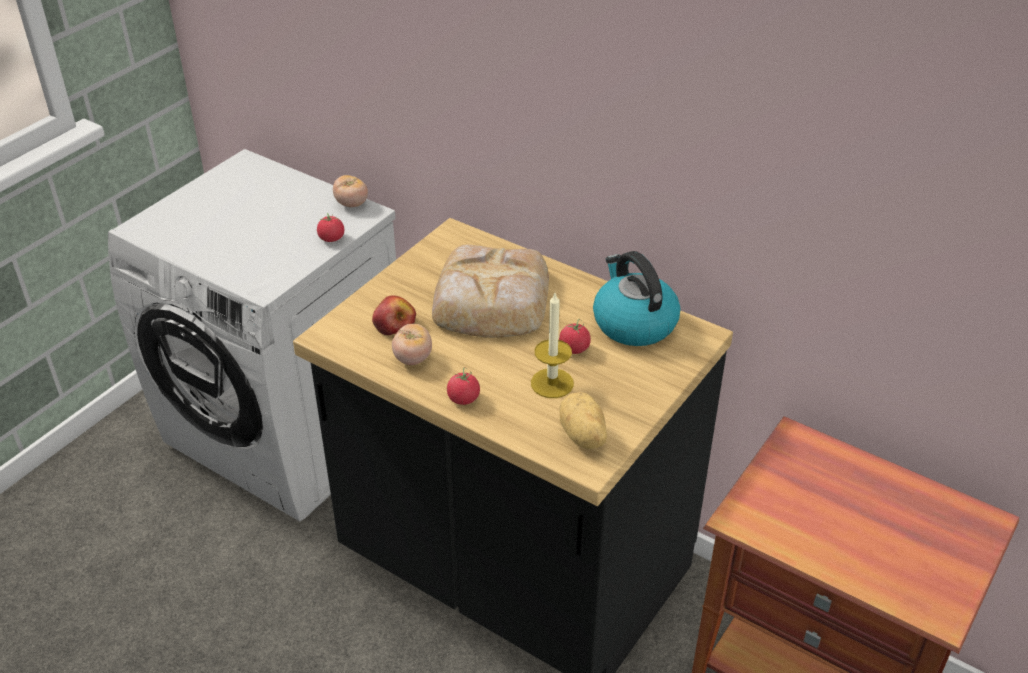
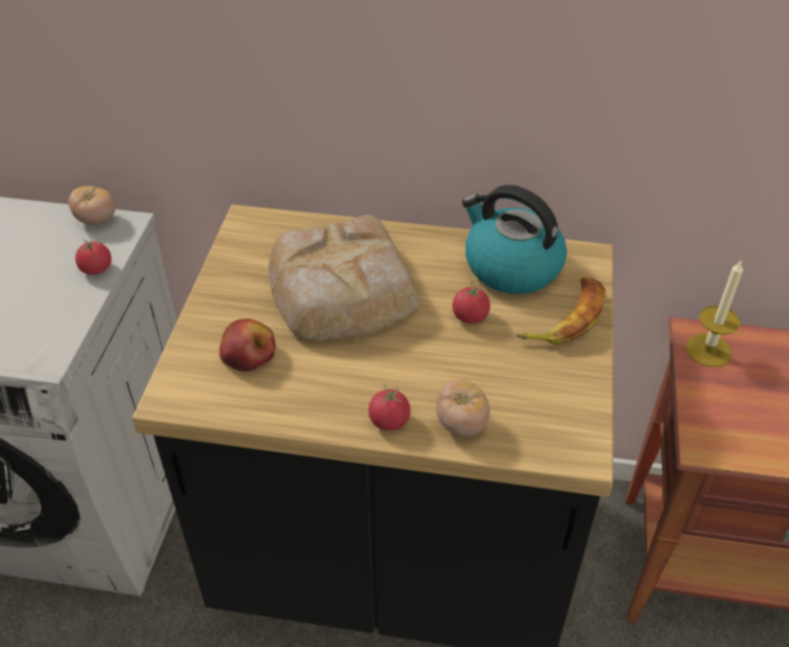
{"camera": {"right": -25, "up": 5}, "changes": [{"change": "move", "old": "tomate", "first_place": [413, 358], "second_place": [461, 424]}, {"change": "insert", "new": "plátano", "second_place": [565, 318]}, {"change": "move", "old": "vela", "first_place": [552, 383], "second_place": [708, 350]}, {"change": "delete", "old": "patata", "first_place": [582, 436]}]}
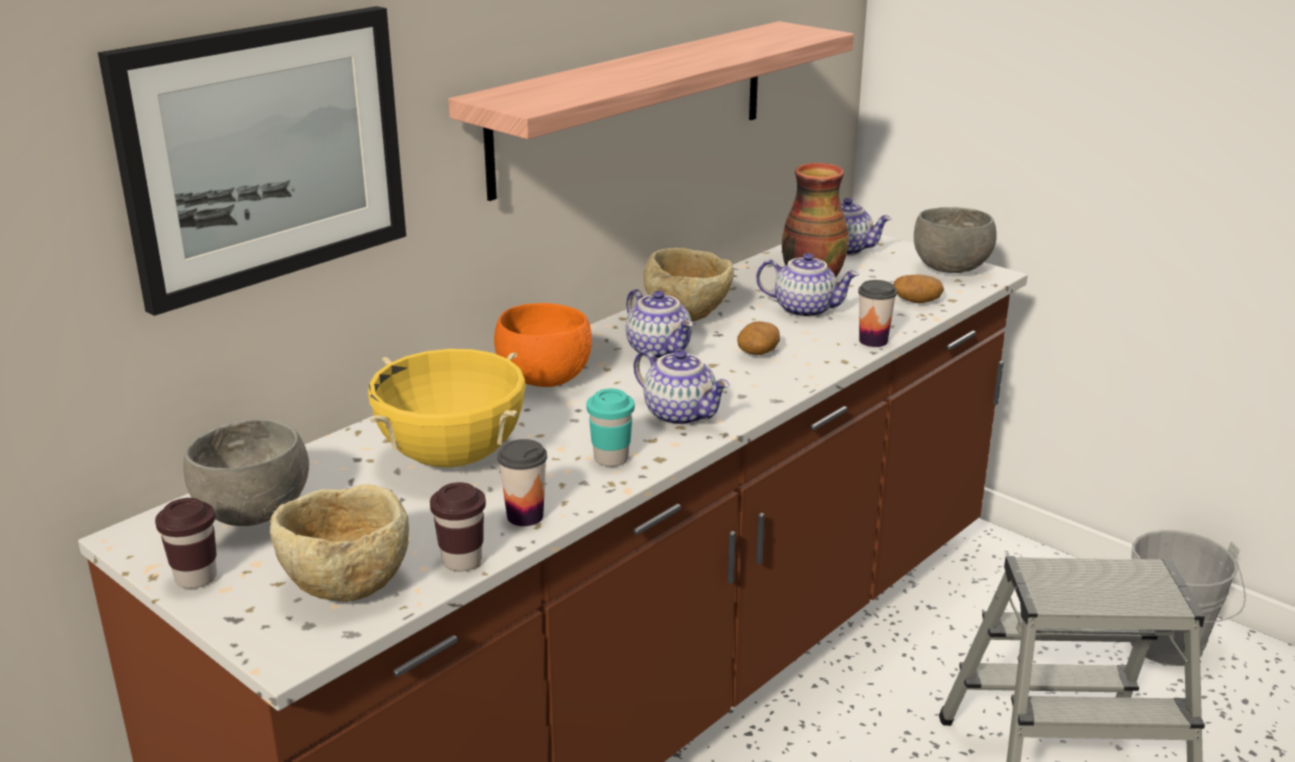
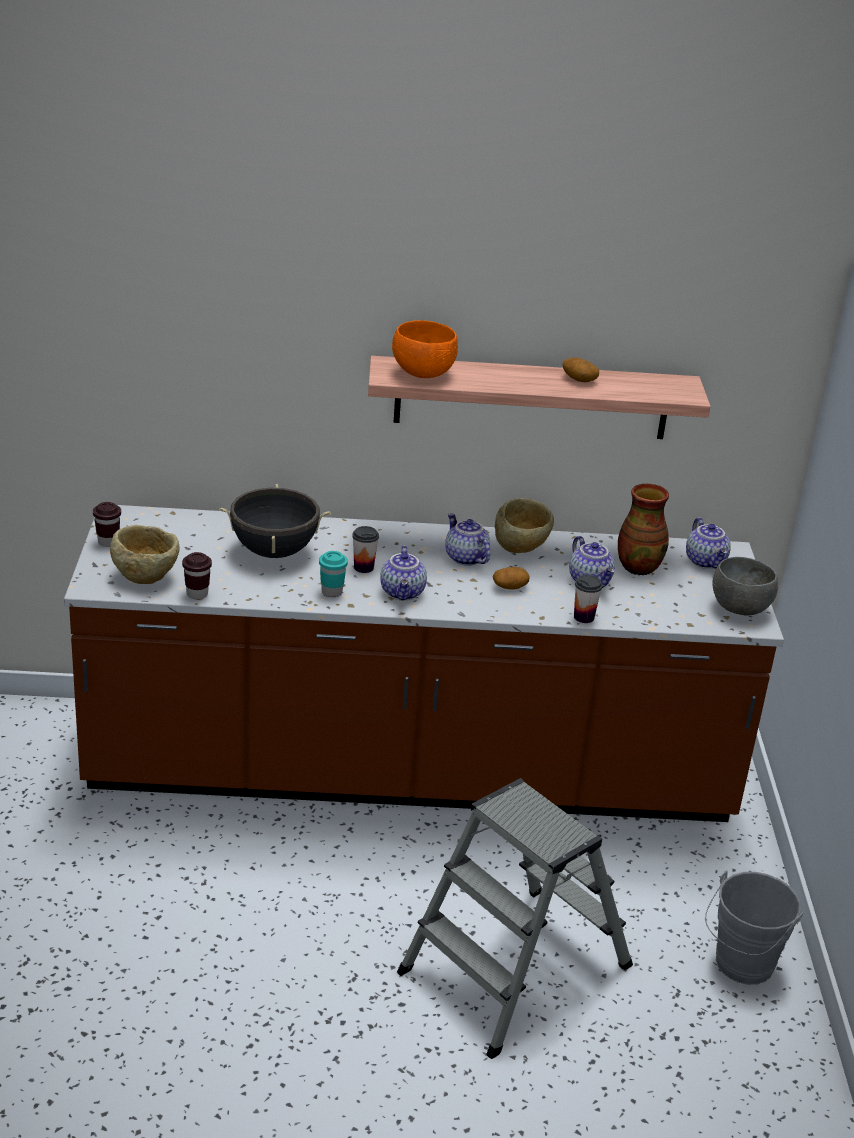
{"camera": {"right": 45, "up": 5}, "changes": [{"change": "recolor", "old": "olla [amarillo]", "new": "olla [negro]", "first_place": [452, 457], "second_place": [273, 552]}, {"change": "move", "old": "taza", "first_place": [525, 516], "second_place": [363, 567]}, {"change": "move", "old": "cuenco [naranja]", "first_place": [545, 380], "second_place": [423, 374]}, {"change": "rotate", "old": "tetera", "first_place": [660, 351], "second_place": [465, 558], "degrees": 135}, {"change": "move", "old": "patata", "first_place": [916, 301], "second_place": [578, 379]}, {"change": "delete", "old": "cuadro", "first_place": [265, 153]}, {"change": "delete", "old": "cuenco [gris]", "first_place": [255, 512]}]}
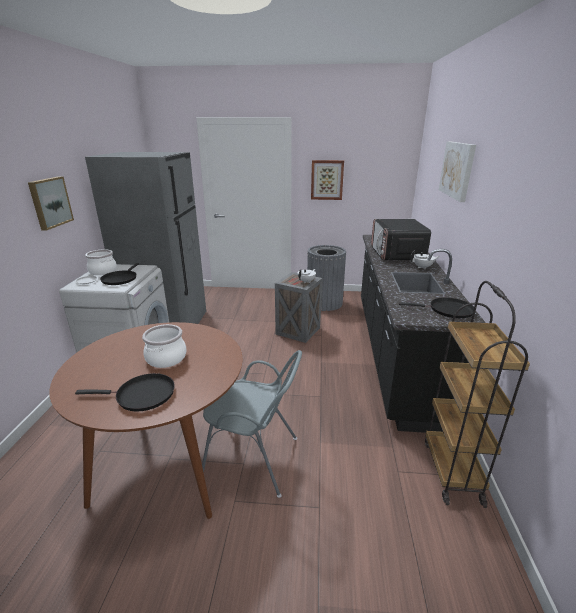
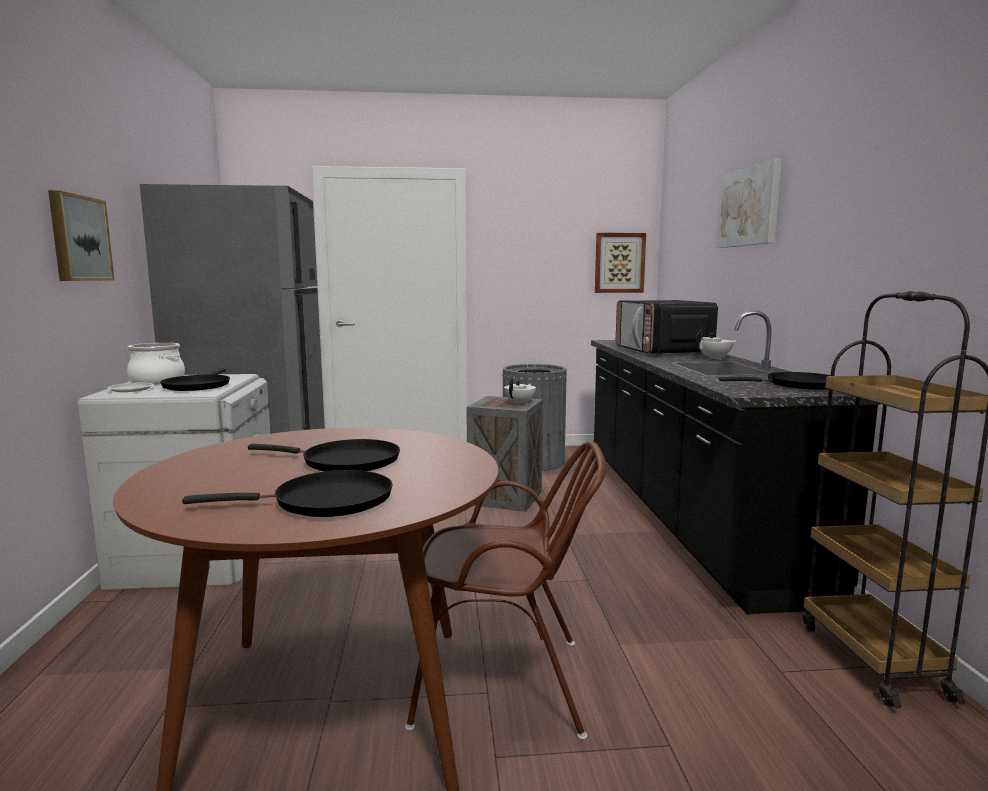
{"camera": {"right": -10, "up": -15}, "changes": [{"change": "replace", "old": "olla", "new": "sartén [negro]", "first_place": [166, 358], "second_place": [345, 462]}, {"change": "recolor", "old": "silla [gris]", "new": "silla [marrón]", "first_place": [255, 458], "second_place": [507, 682]}, {"change": "move", "old": "cuadro", "first_place": [327, 180], "second_place": [619, 263]}]}
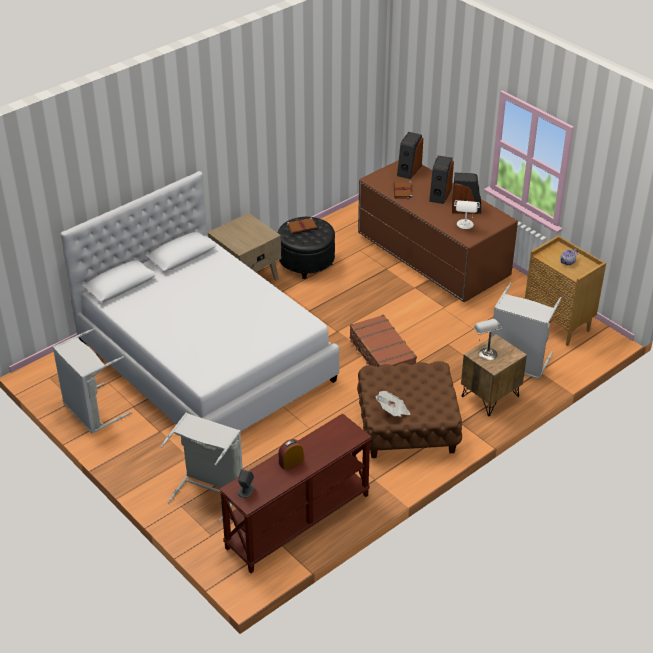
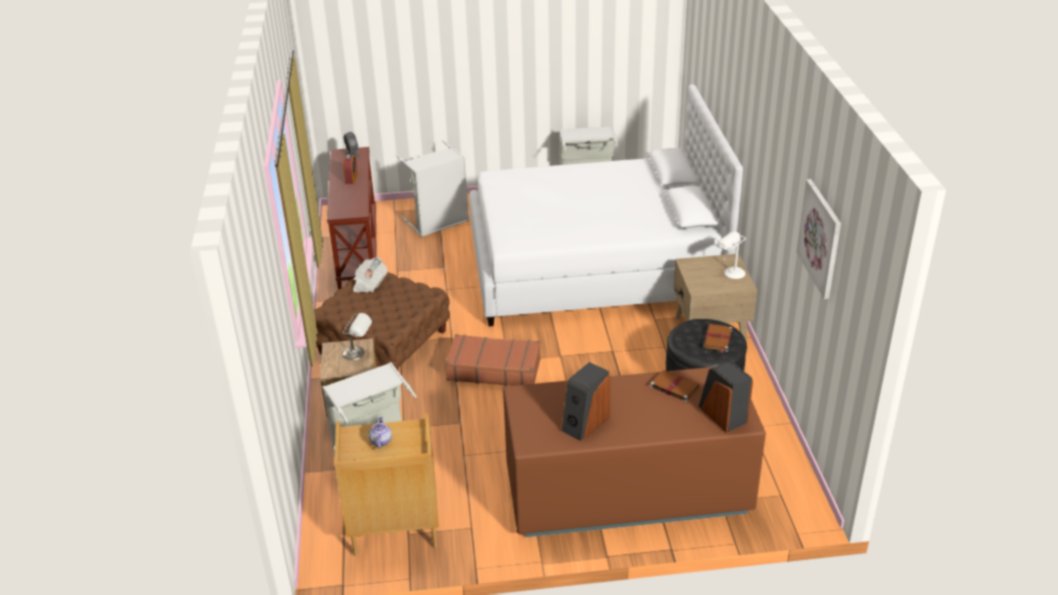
{"camera": {"right": 125, "up": -5}, "changes": [{"change": "move", "old": "lámpara de mesa [blanco]", "first_place": [465, 226], "second_place": [730, 271]}, {"change": "insert", "new": "cuadro", "second_place": [821, 238]}, {"change": "delete", "old": "altavoz", "first_place": [439, 194]}]}
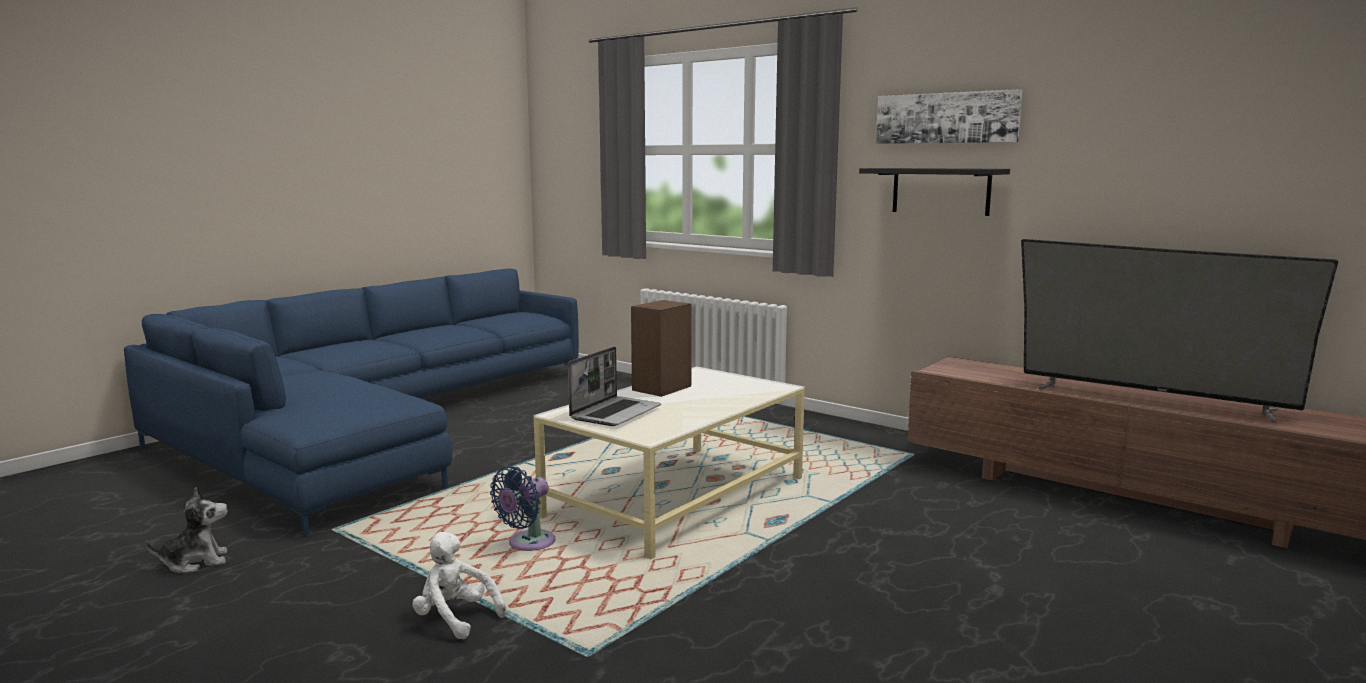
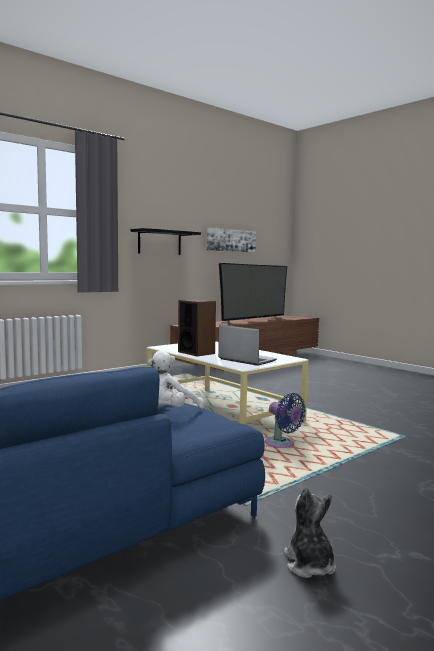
{"camera": {"right": -80, "up": -5}, "changes": [{"change": "move", "old": "peluche [blanco]", "first_place": [455, 618], "second_place": [170, 411]}, {"change": "move", "old": "cuadro", "first_place": [946, 118], "second_place": [231, 240]}]}
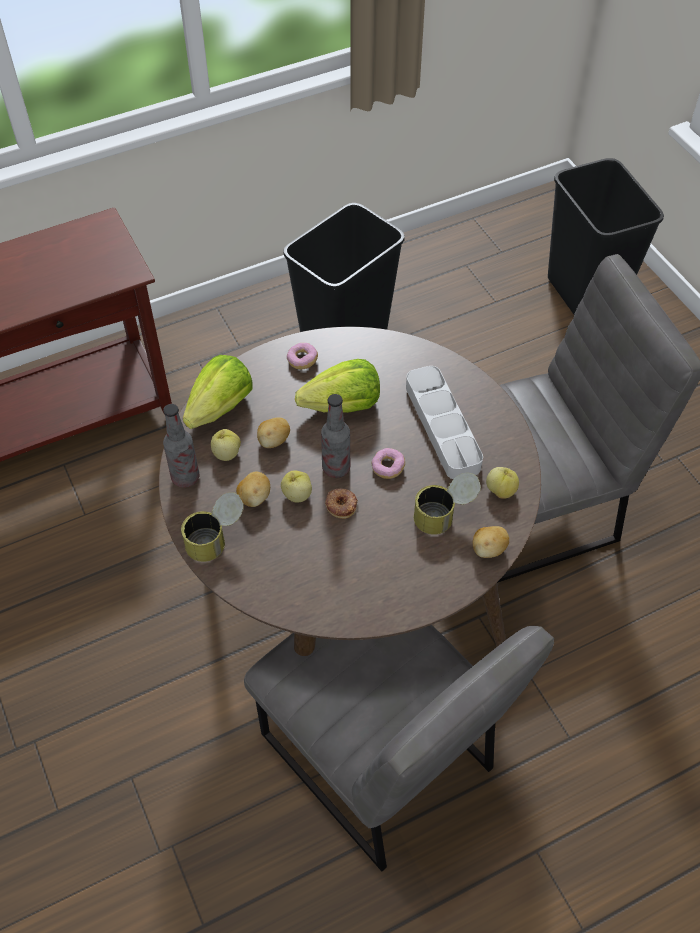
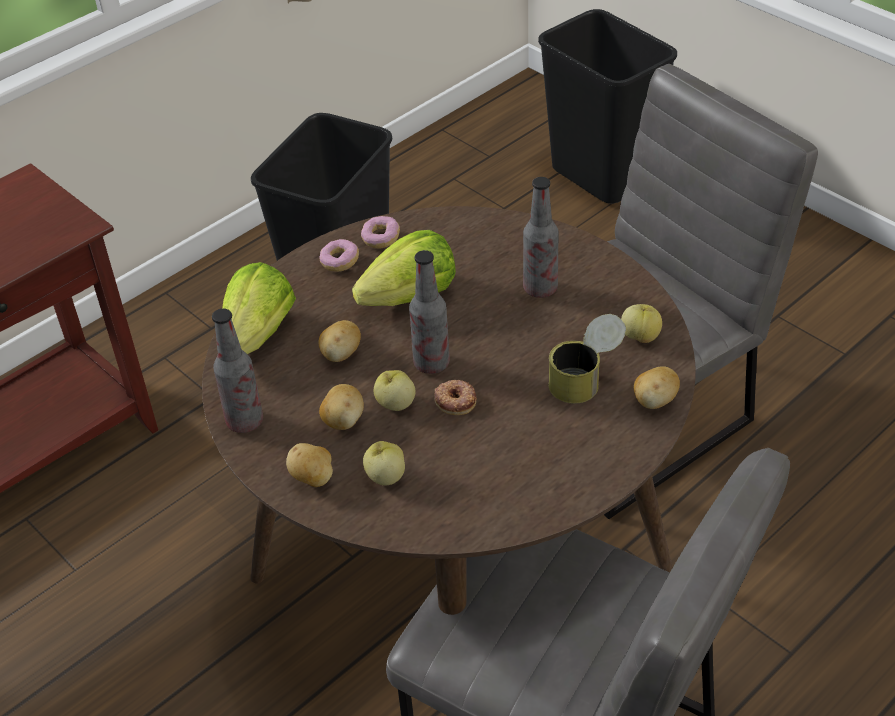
{"camera": {"right": -15, "up": -10}, "changes": [{"change": "replace", "old": "lata", "new": "patata", "first_place": [216, 539], "second_place": [313, 478]}, {"change": "move", "old": "rosquilla", "first_place": [388, 468], "second_place": [381, 239]}, {"change": "move", "old": "manzana", "first_place": [226, 453], "second_place": [385, 476]}, {"change": "replace", "old": "bandeja [gris]", "new": "botella", "first_place": [442, 426], "second_place": [540, 288]}]}
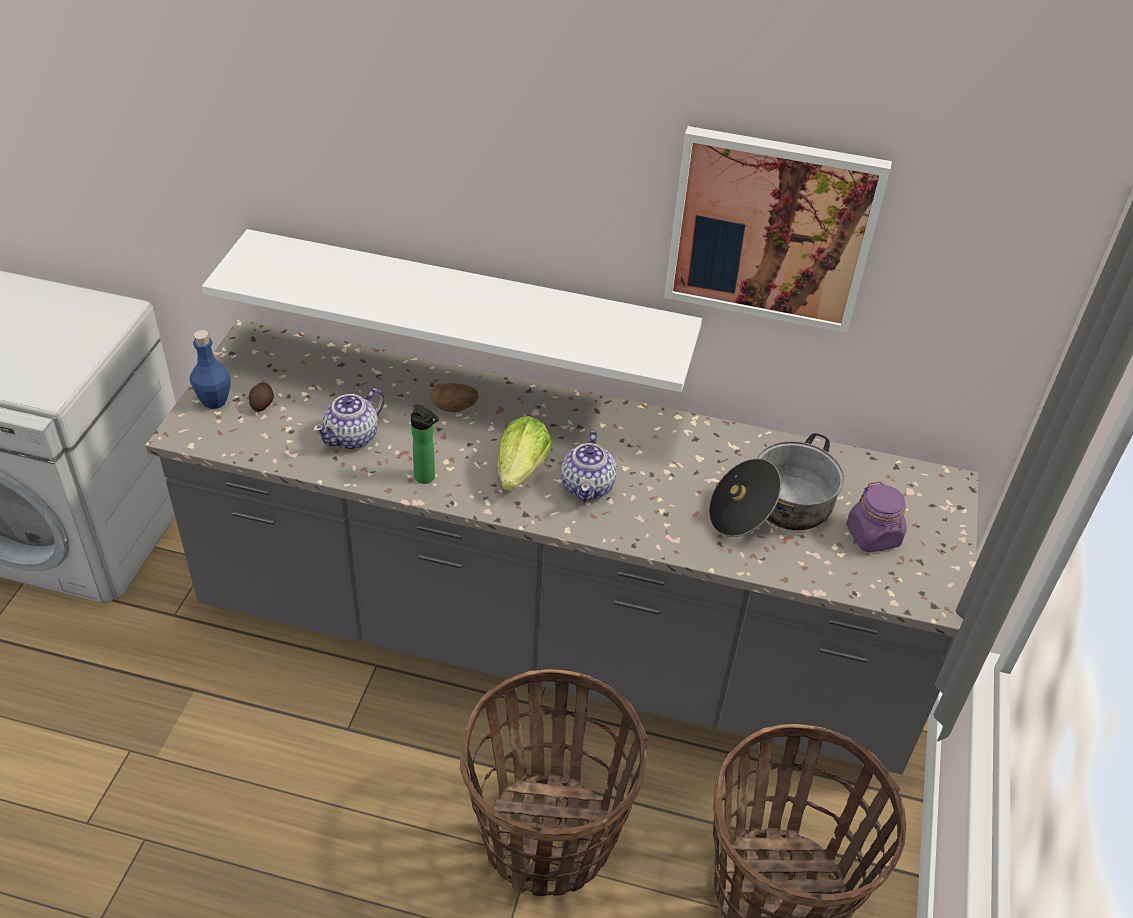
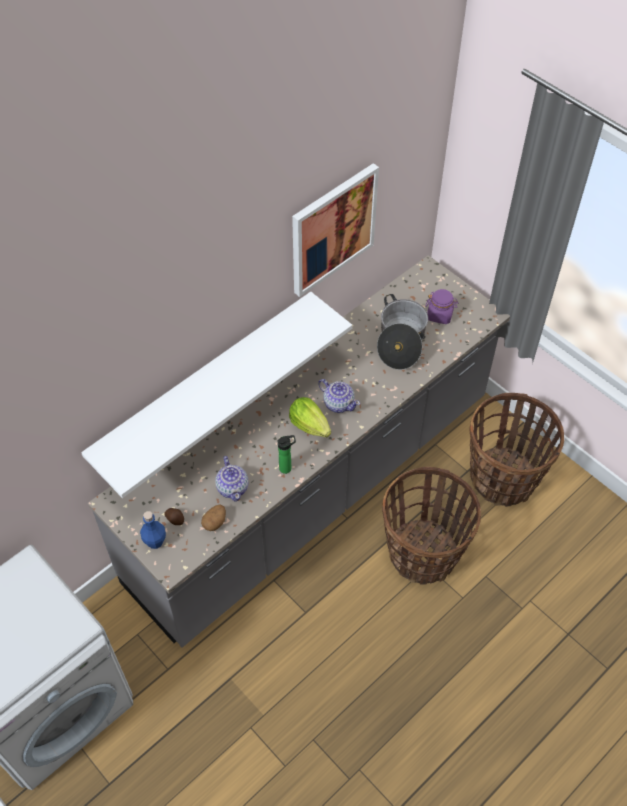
{"camera": {"right": -55, "up": 10}, "changes": [{"change": "move", "old": "patata", "first_place": [454, 407], "second_place": [215, 522]}]}
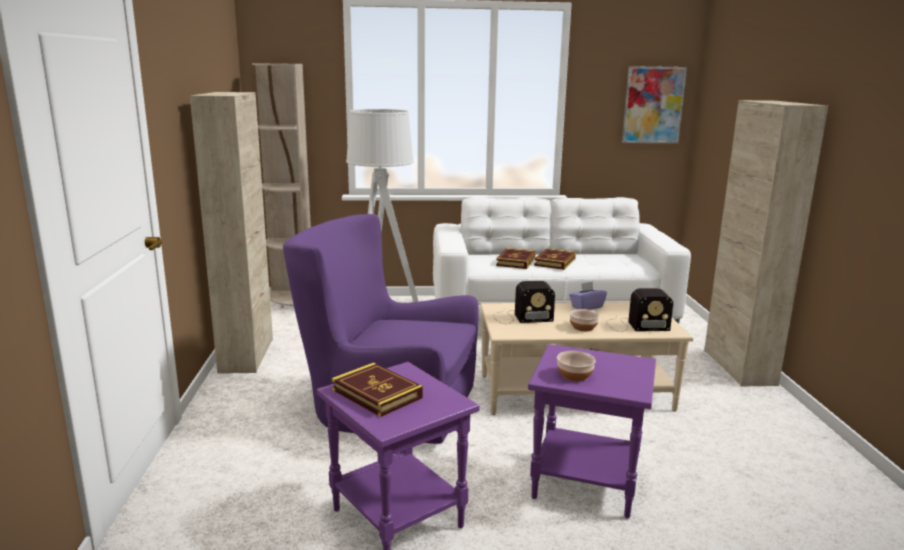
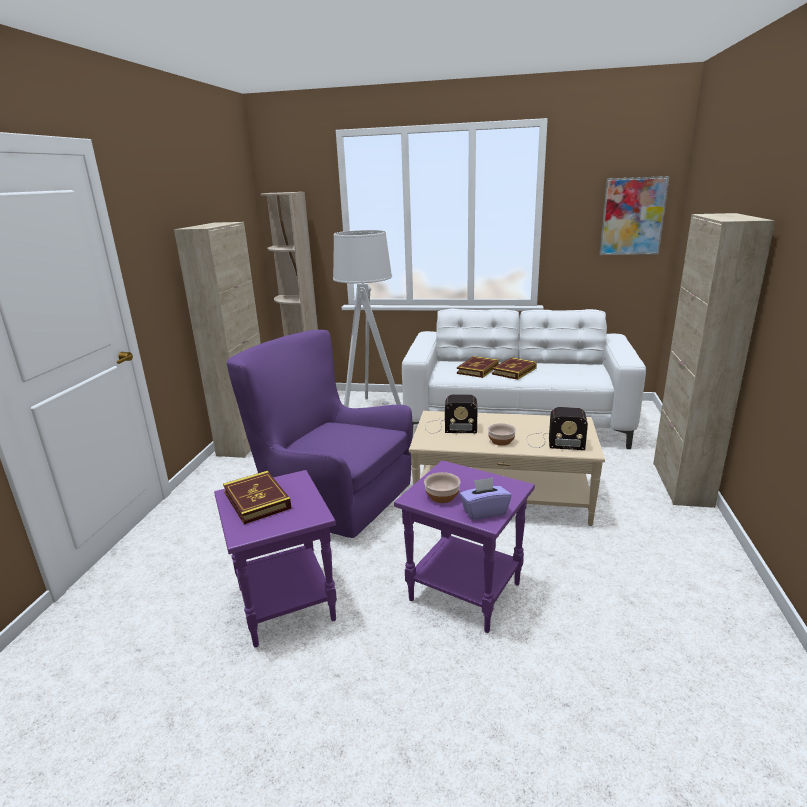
{"camera": {"right": 15, "up": 5}, "changes": [{"change": "move", "old": "caja de pañuelos [morado]", "first_place": [586, 307], "second_place": [484, 511]}]}
